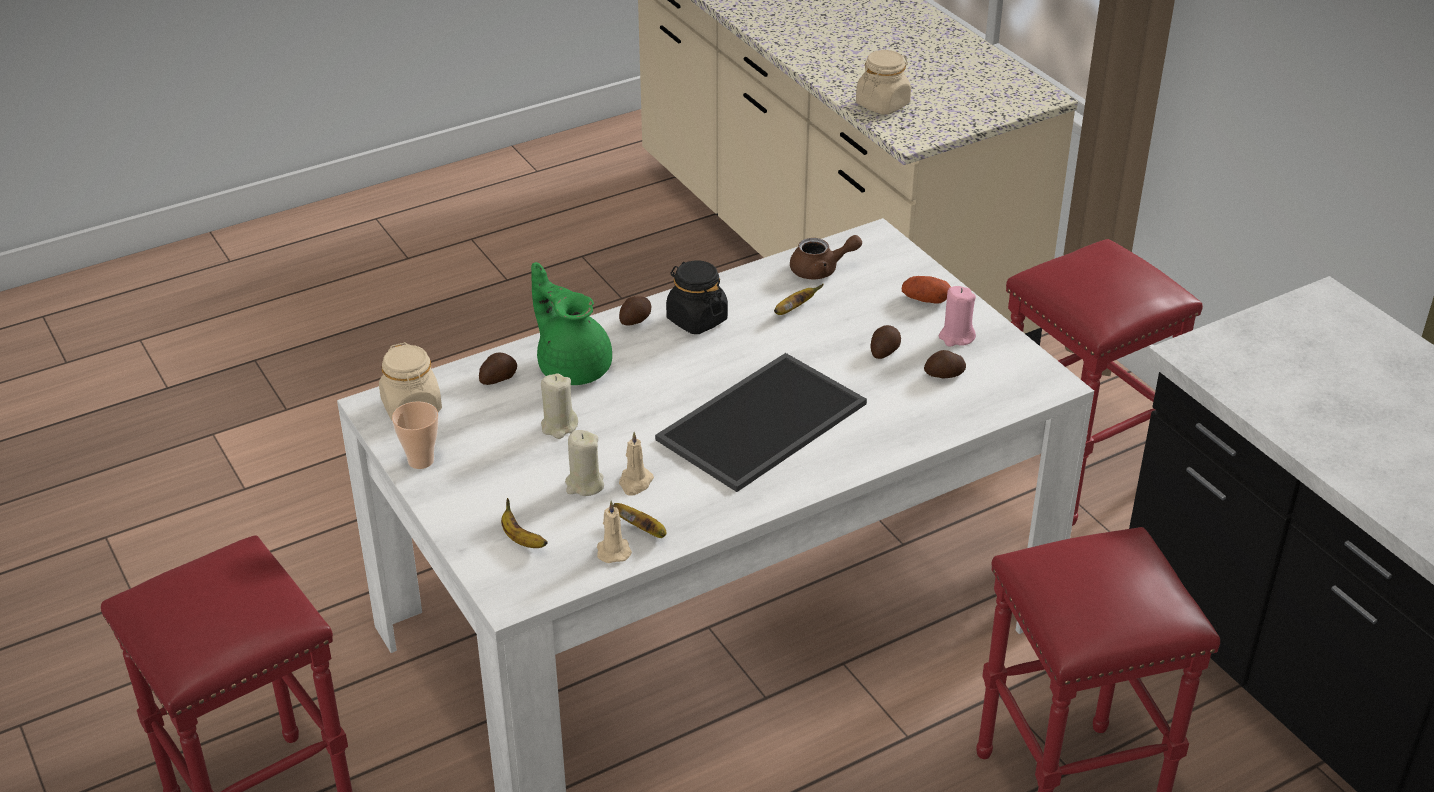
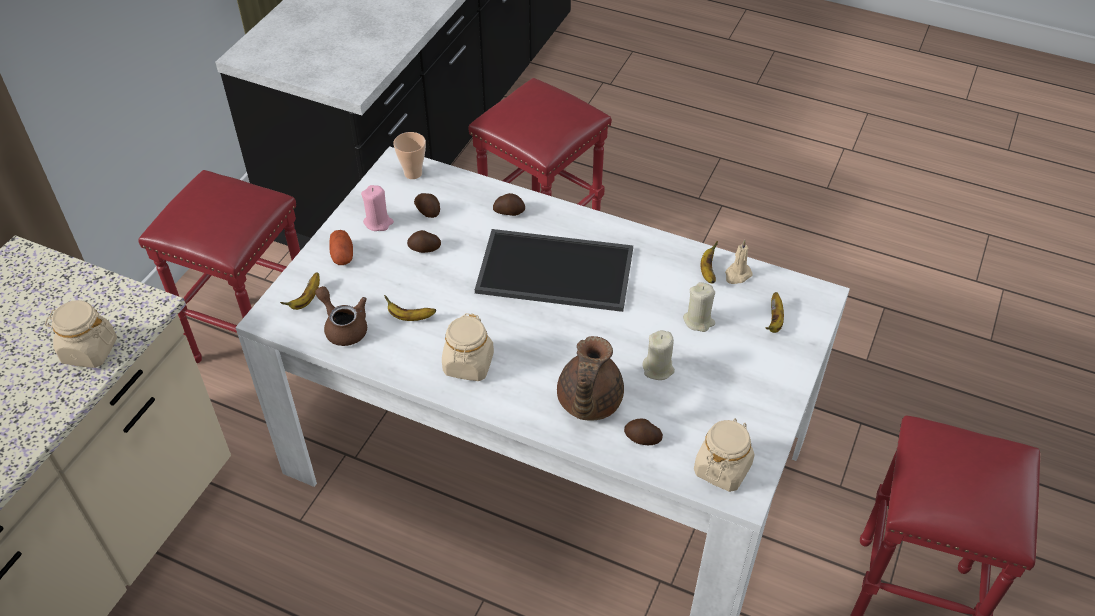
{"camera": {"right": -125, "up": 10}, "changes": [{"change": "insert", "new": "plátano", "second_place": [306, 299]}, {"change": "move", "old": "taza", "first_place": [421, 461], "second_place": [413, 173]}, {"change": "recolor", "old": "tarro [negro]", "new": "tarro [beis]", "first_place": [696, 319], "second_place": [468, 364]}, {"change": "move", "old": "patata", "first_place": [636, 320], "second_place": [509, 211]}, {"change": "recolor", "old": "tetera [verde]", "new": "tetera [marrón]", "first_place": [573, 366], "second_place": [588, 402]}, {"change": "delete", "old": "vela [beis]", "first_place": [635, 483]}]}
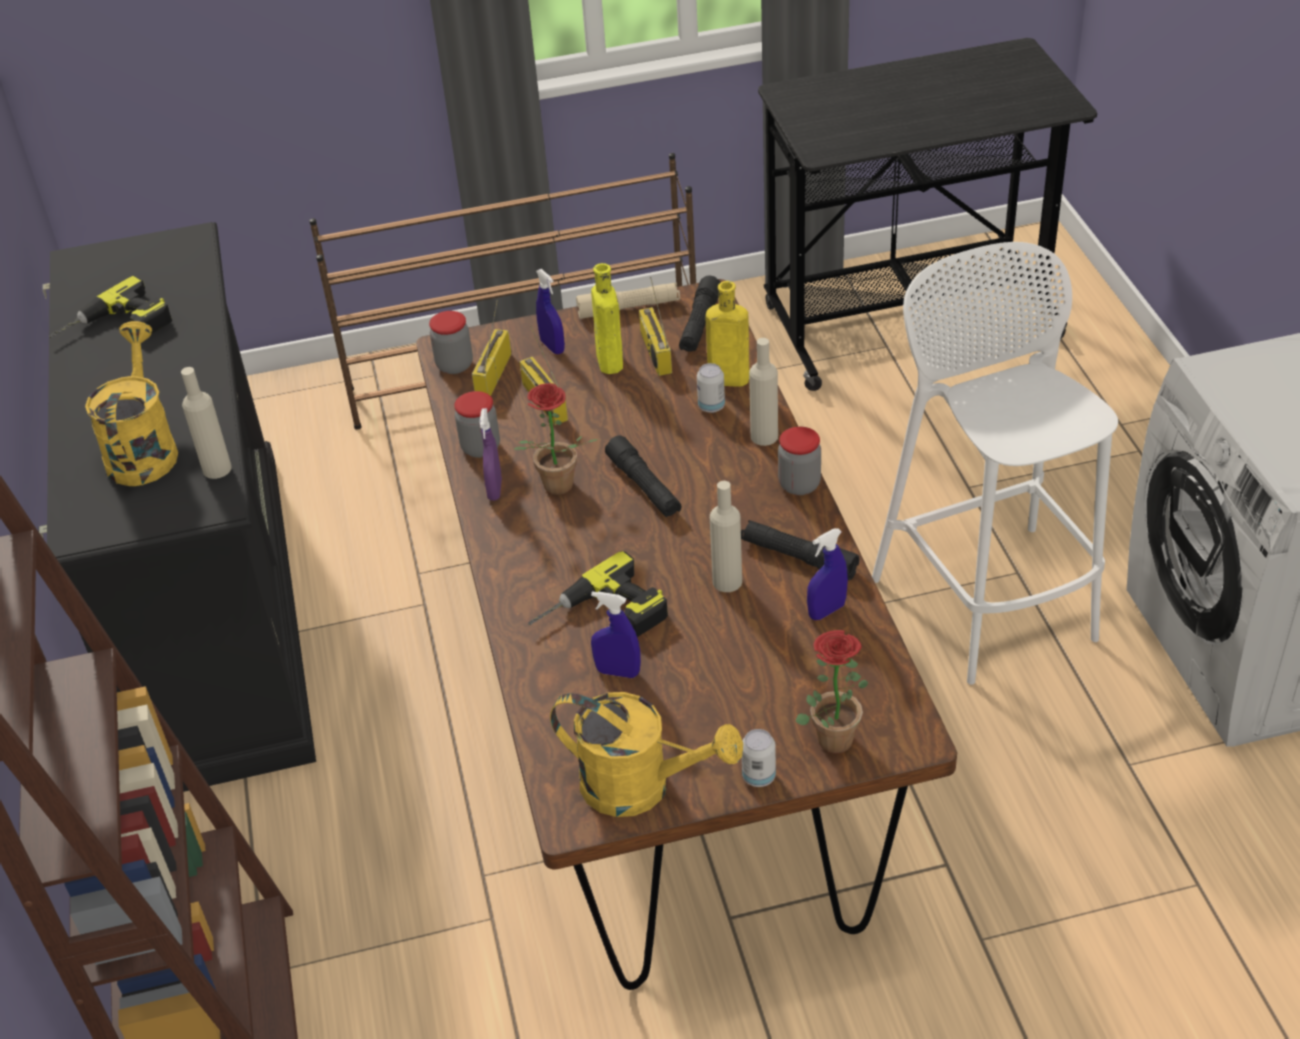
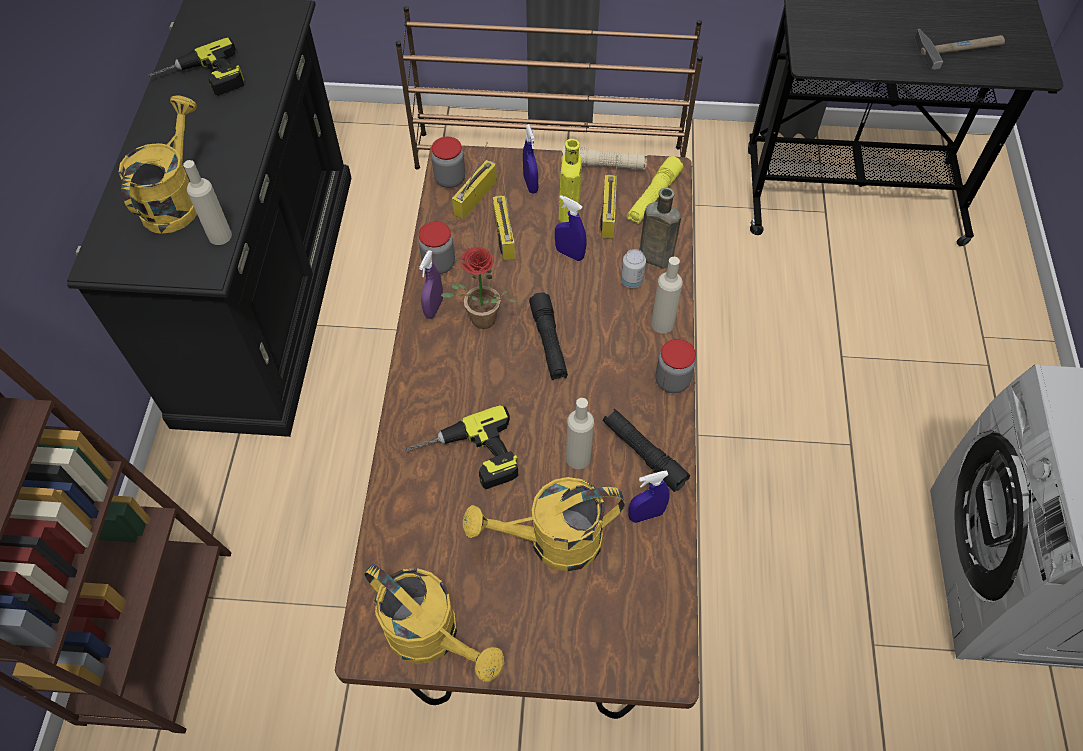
{"camera": {"right": 15, "up": 15}, "changes": [{"change": "insert", "new": "regadera [amarillo]", "second_place": [552, 542]}, {"change": "move", "old": "pulverizador [azul]", "first_place": [618, 672], "second_place": [569, 254]}, {"change": "recolor", "old": "linterna [negro]", "new": "linterna [amarillo]", "first_place": [700, 324], "second_place": [653, 197]}, {"change": "recolor", "old": "botella [amarillo]", "new": "botella [marrón]", "first_place": [725, 379], "second_place": [653, 257]}, {"change": "insert", "new": "martillo", "second_place": [959, 48]}, {"change": "delete", "old": "lata", "first_place": [759, 776]}, {"change": "delete", "old": "planta en maceta", "first_place": [832, 734]}, {"change": "delete", "old": "taburete [blanco]", "first_place": [989, 601]}]}
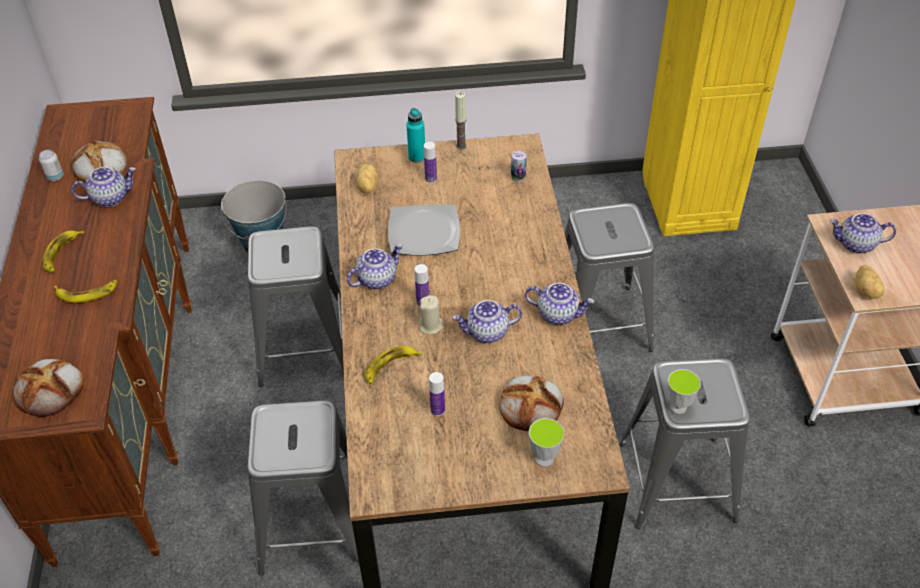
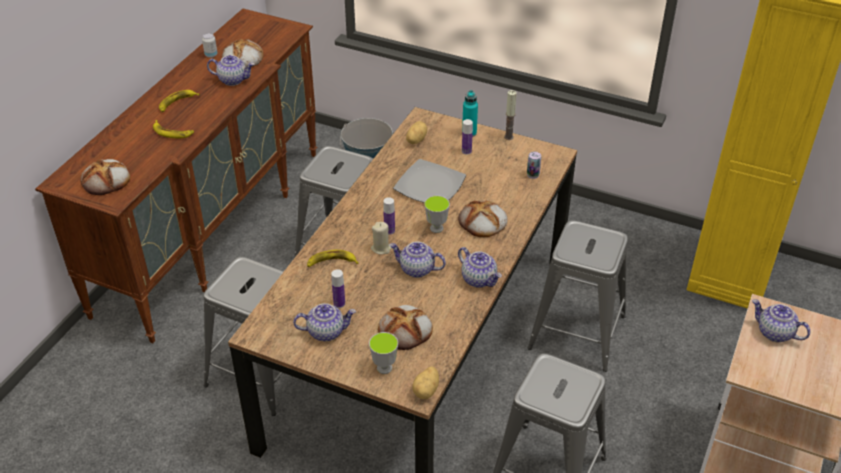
{"camera": {"right": 30, "up": -5}, "changes": [{"change": "move", "old": "tetera", "first_place": [376, 279], "second_place": [326, 331]}, {"change": "move", "old": "patata", "first_place": [866, 290], "second_place": [427, 390]}, {"change": "move", "old": "taza", "first_place": [678, 407], "second_place": [436, 228]}, {"change": "insert", "new": "pan", "second_place": [482, 222]}]}
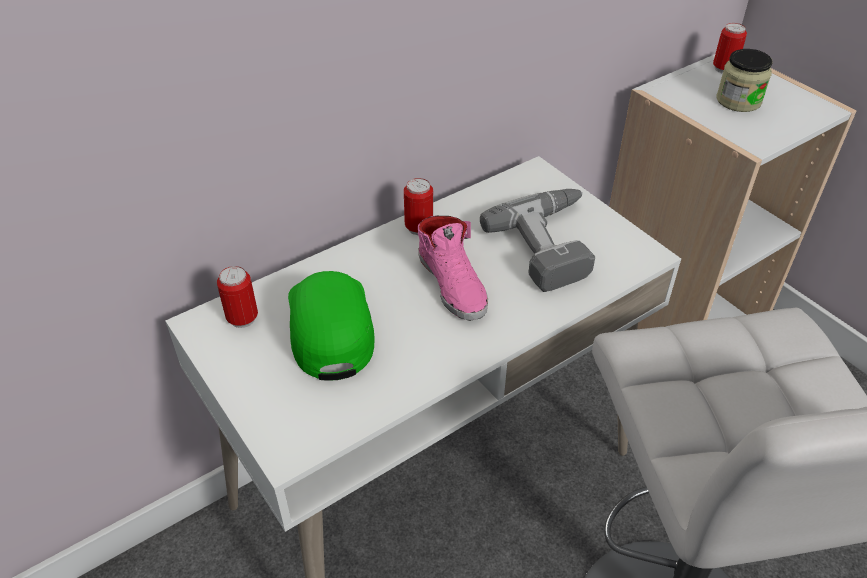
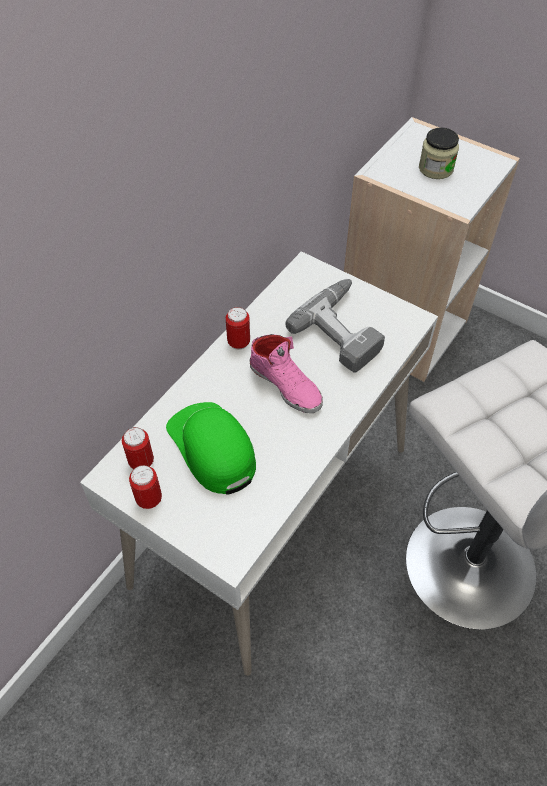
{"camera": {"right": -20, "up": 10}, "changes": [{"change": "move", "old": "lata", "first_place": [724, 69], "second_place": [149, 499]}]}
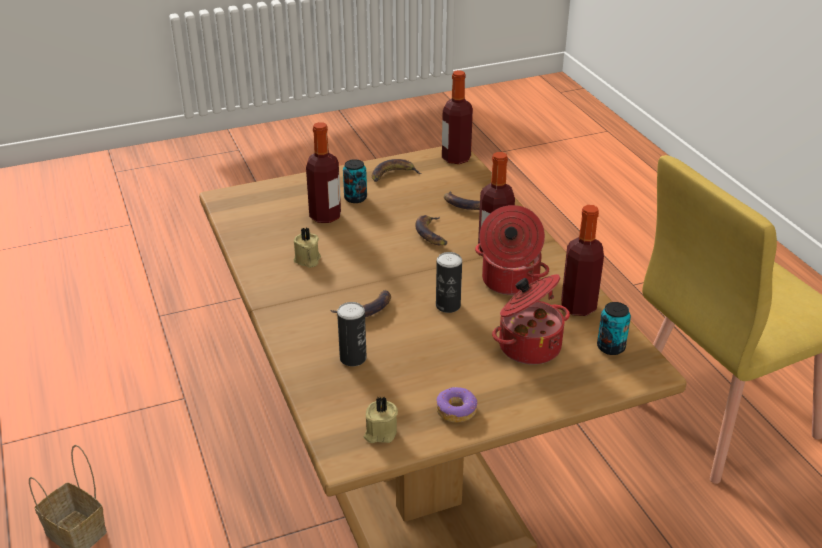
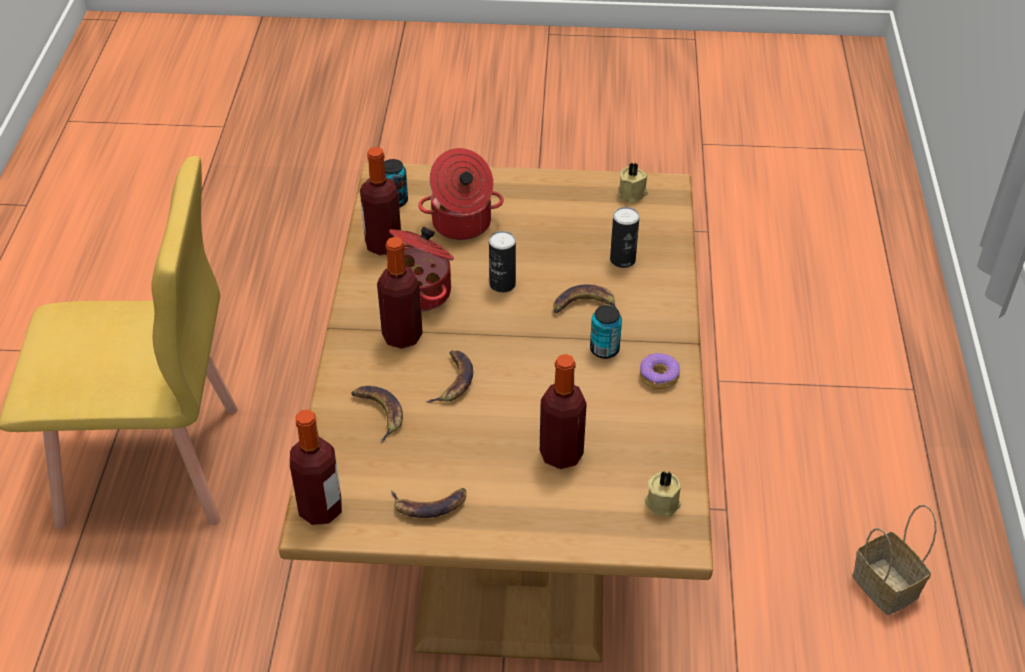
{"camera": {"right": -155, "up": 10}, "changes": [{"change": "move", "old": "lata", "first_place": [355, 198], "second_place": [604, 349]}, {"change": "move", "old": "rosquilla", "first_place": [456, 410], "second_place": [658, 376]}, {"change": "move", "old": "vela [beis]", "first_place": [307, 260], "second_place": [662, 501]}]}
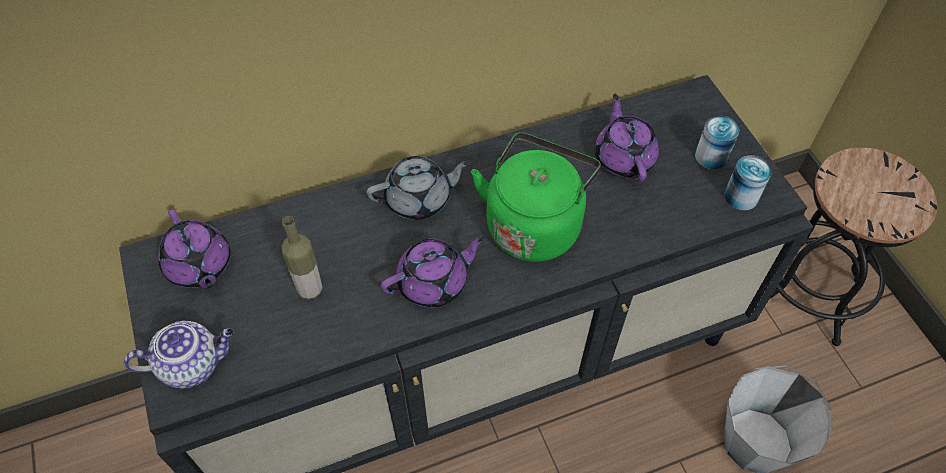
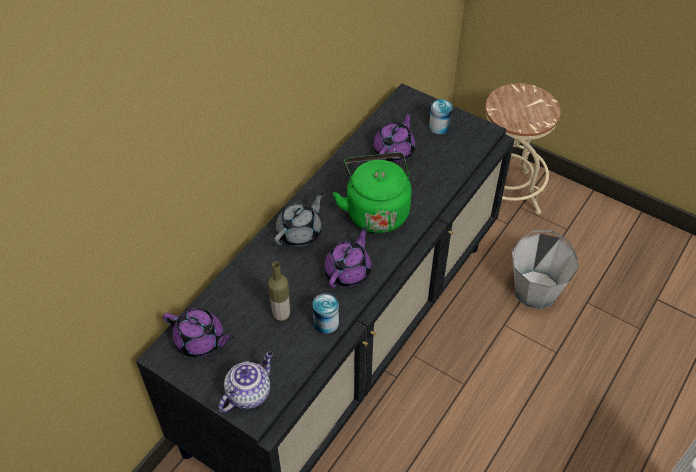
{"camera": {"right": -35, "up": -5}, "changes": [{"change": "move", "old": "lata", "first_place": [741, 196], "second_place": [326, 323]}, {"change": "rotate", "old": "tetera [morado]", "first_place": [624, 158], "second_place": [394, 150], "degrees": 75}, {"change": "recolor", "old": "taburete [negro]", "new": "taburete [beis]", "first_place": [807, 293], "second_place": [504, 194]}]}
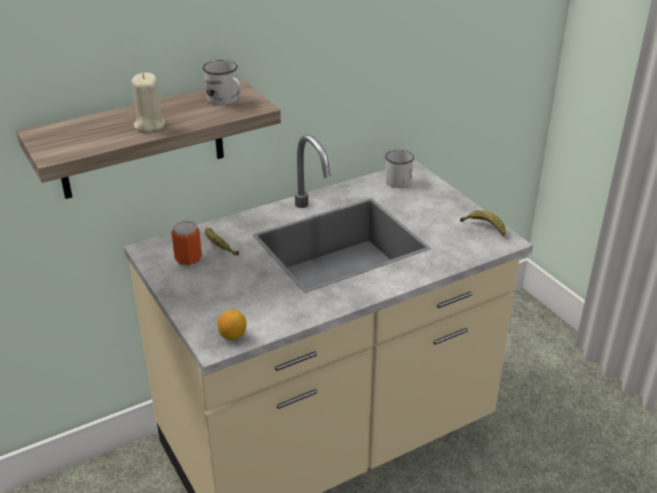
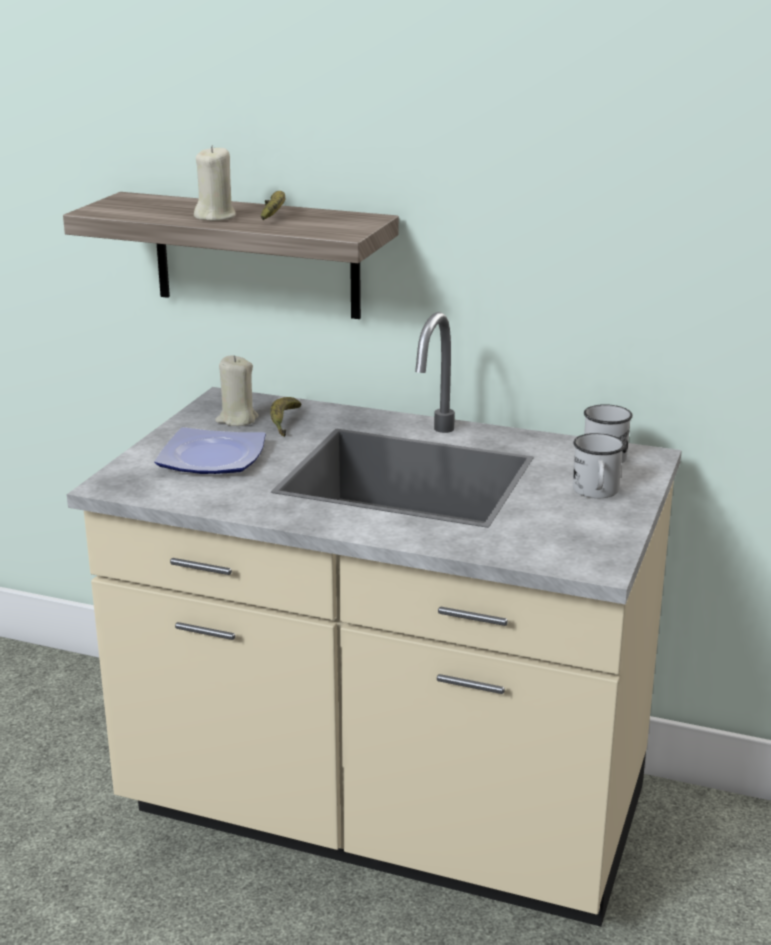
{"camera": {"right": 50, "up": -10}, "changes": [{"change": "insert", "new": "plato", "second_place": [209, 459]}, {"change": "replace", "old": "lata", "new": "vela [beis]", "first_place": [188, 259], "second_place": [237, 419]}, {"change": "move", "old": "plátano", "first_place": [484, 227], "second_place": [273, 215]}, {"change": "move", "old": "taza grande [blanco]", "first_place": [226, 100], "second_place": [596, 492]}, {"change": "delete", "old": "limón", "first_place": [233, 336]}]}
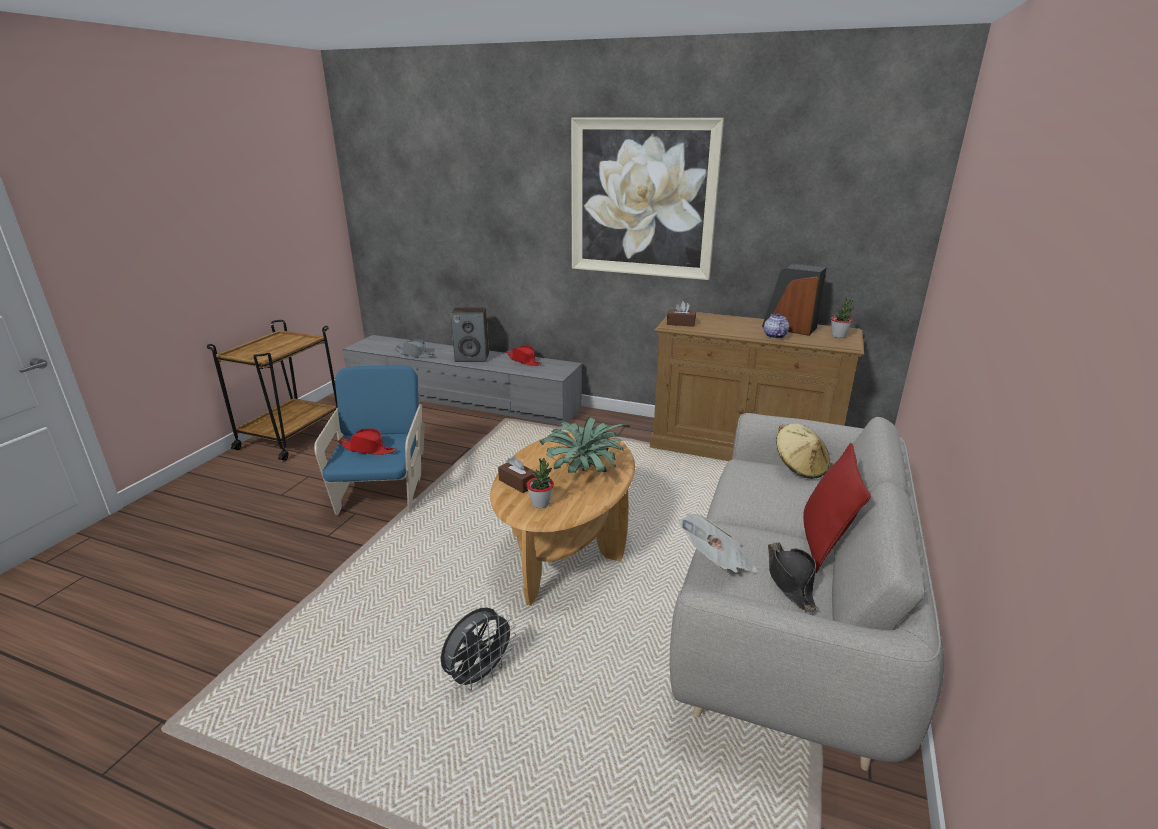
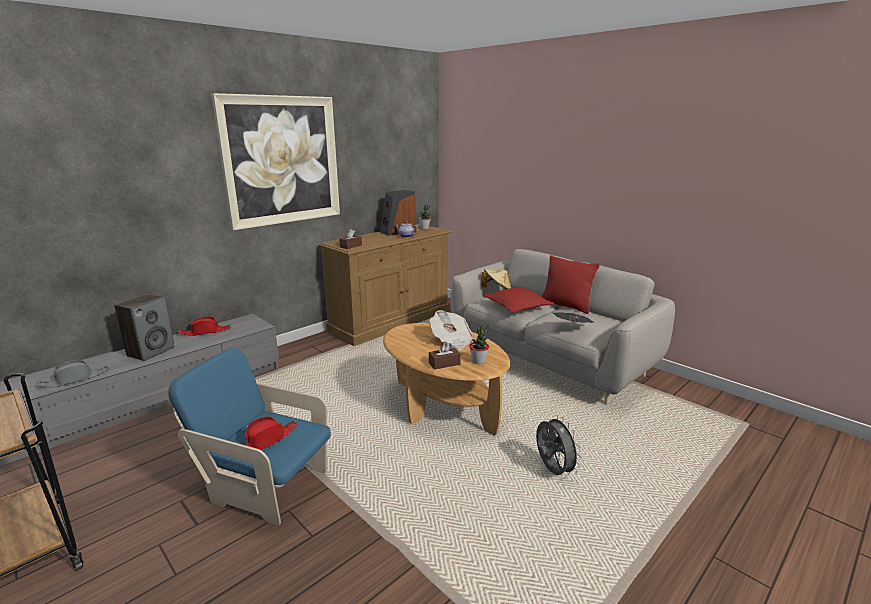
{"camera": {"right": -65, "up": -5}, "changes": [{"change": "replace", "old": "planta en maceta", "new": "periódico", "first_place": [584, 473], "second_place": [451, 341]}, {"change": "insert", "new": "cojín [rojo]", "second_place": [517, 307]}, {"change": "delete", "old": "sombrero [negro]", "first_place": [790, 581]}]}
